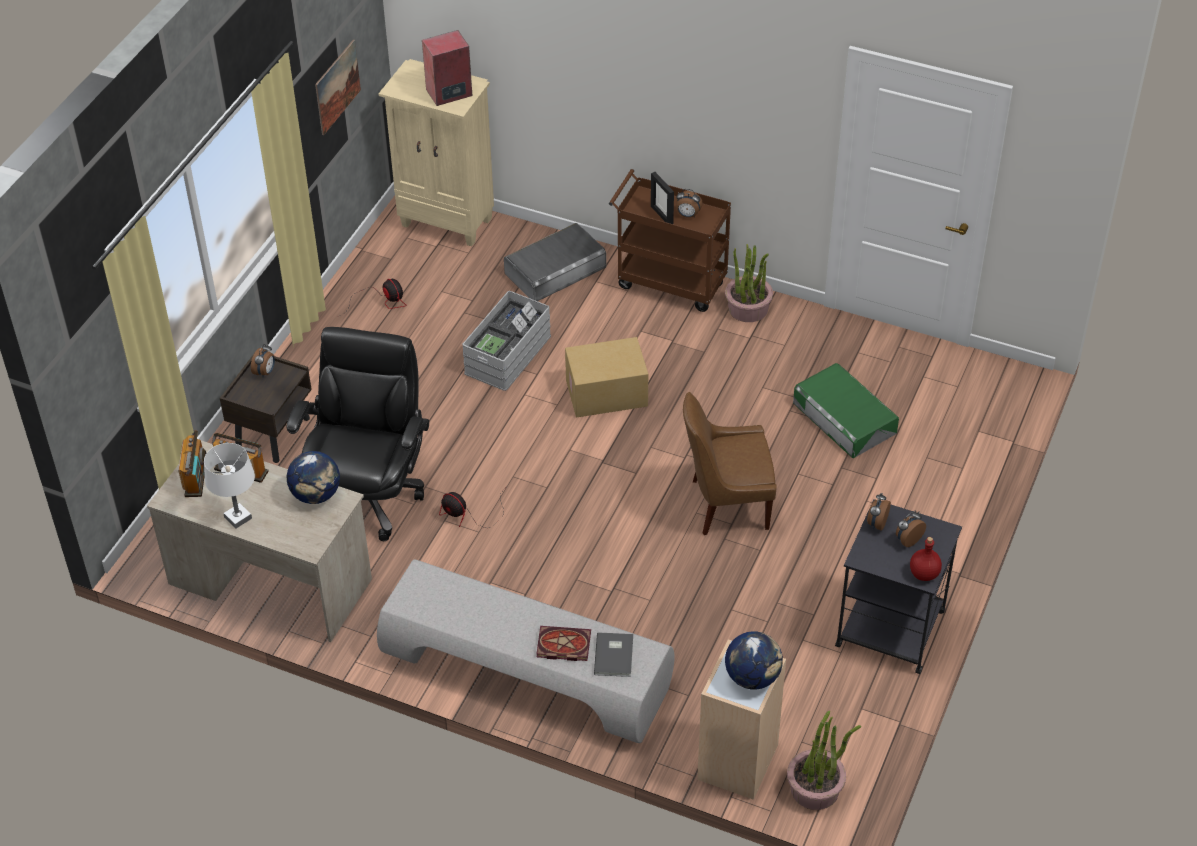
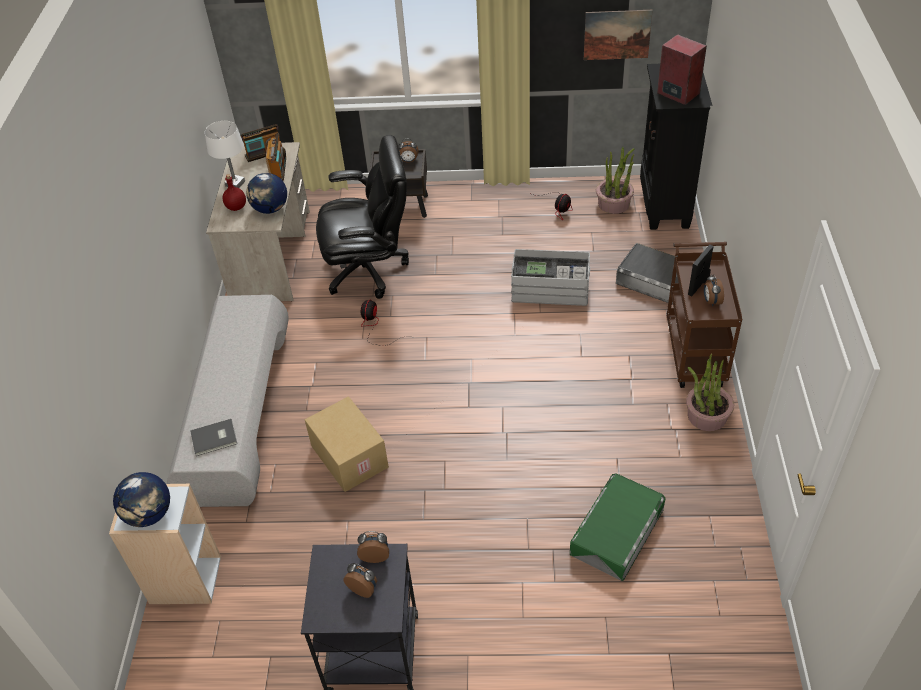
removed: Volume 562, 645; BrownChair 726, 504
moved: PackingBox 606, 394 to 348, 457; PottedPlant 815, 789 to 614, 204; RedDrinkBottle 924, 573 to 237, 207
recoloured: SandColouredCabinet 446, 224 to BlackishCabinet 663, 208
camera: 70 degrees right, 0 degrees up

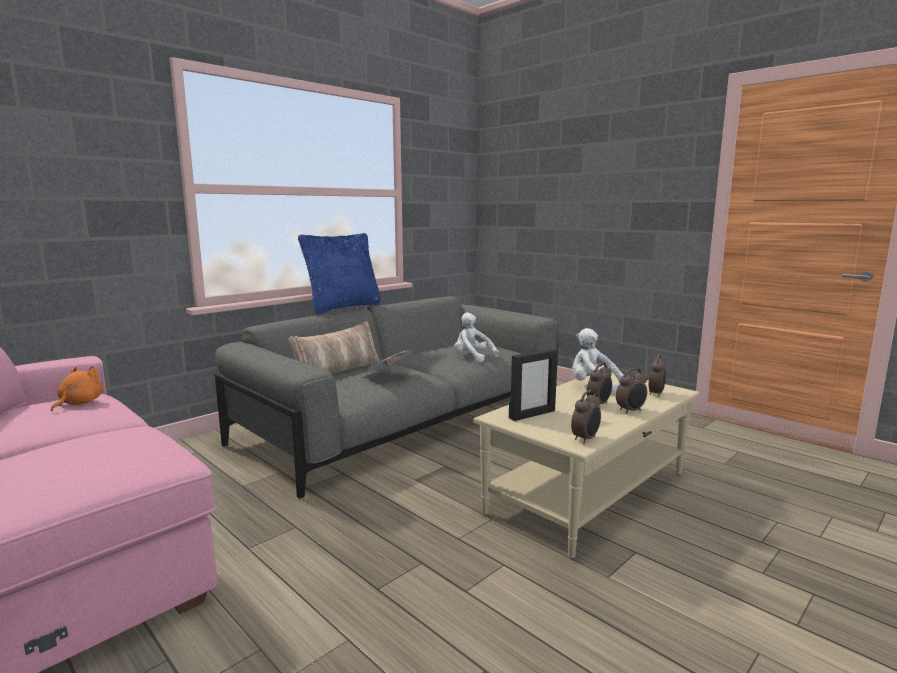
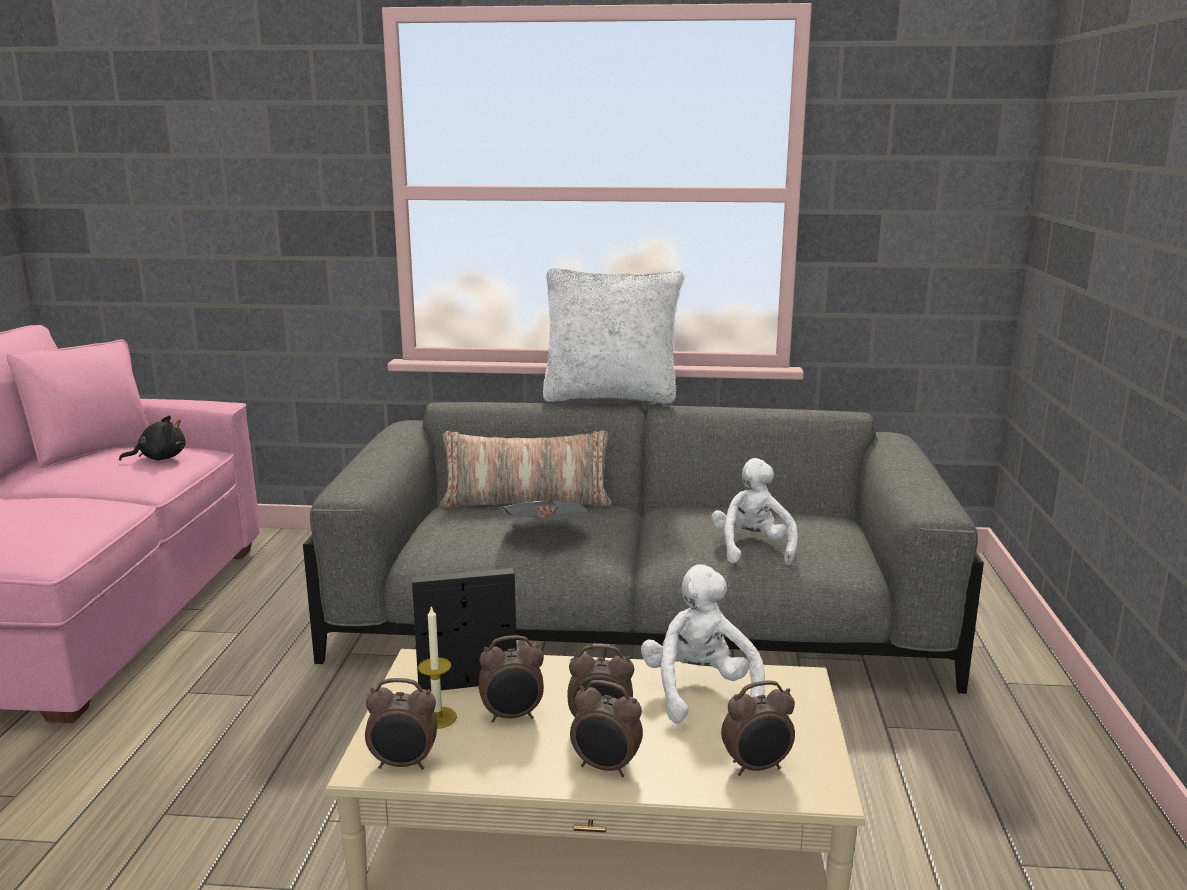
added: WaxCandle 437, 718; AlarmClock 512, 716
recoloured: OrangeColouredPlushToy 79, 403 to BlackishPlushToy 159, 458; BlueCushion 344, 308 to WhiteColouredCushion 611, 400
turned: PhotoFrame 532, 414 = 468, 685 150 degrees clockwise
camera: 50 degrees right, 5 degrees up

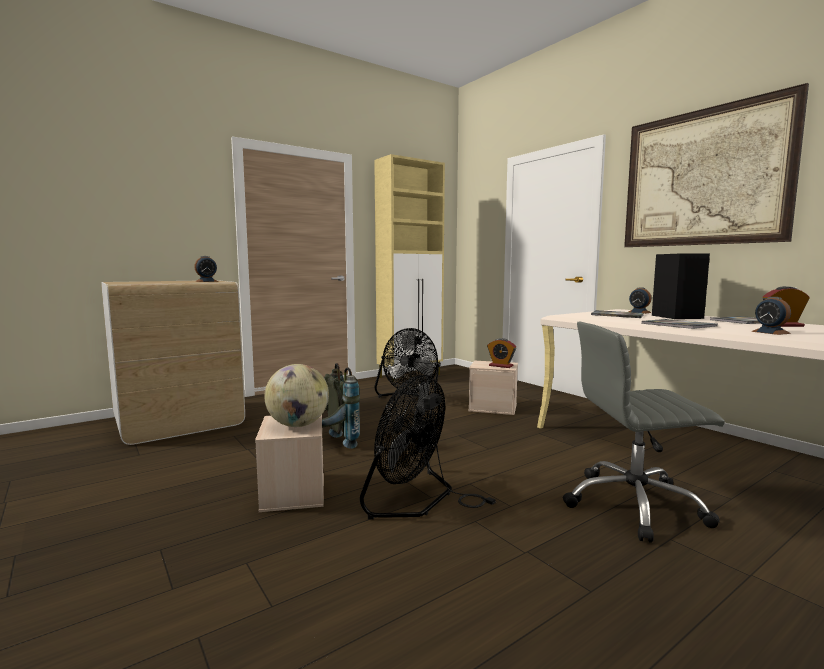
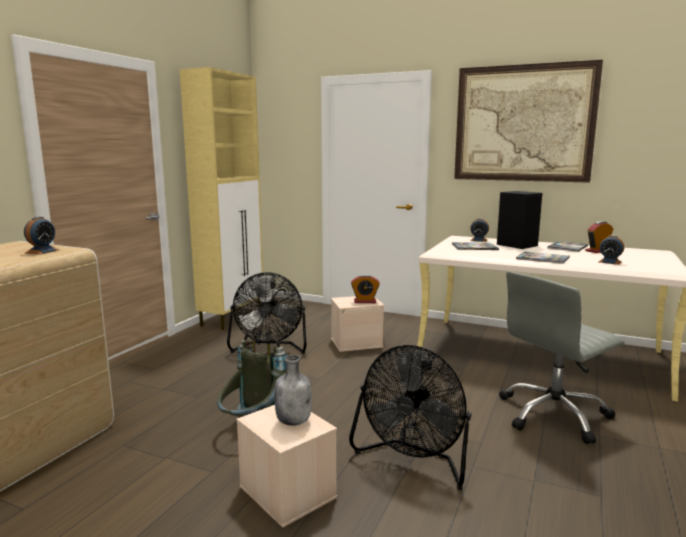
replaced: Globe 298, 425 to GreyDrinkBottle 294, 421
turned: BlackishElectricFan 424, 497 = 411, 457 60 degrees counterclockwise
camera: 30 degrees left, 5 degrees up

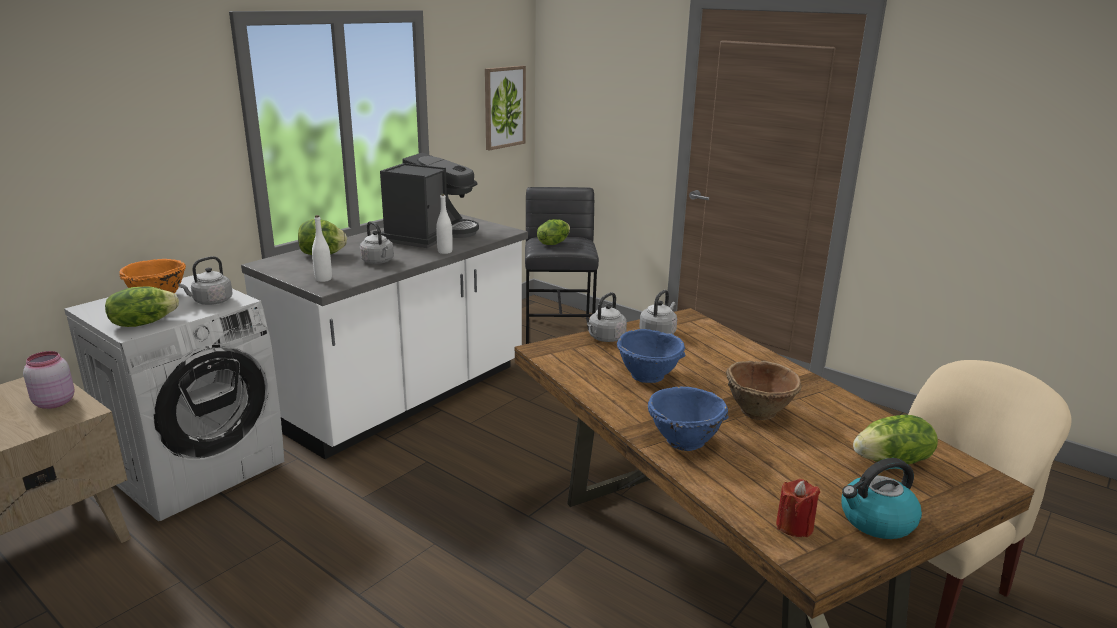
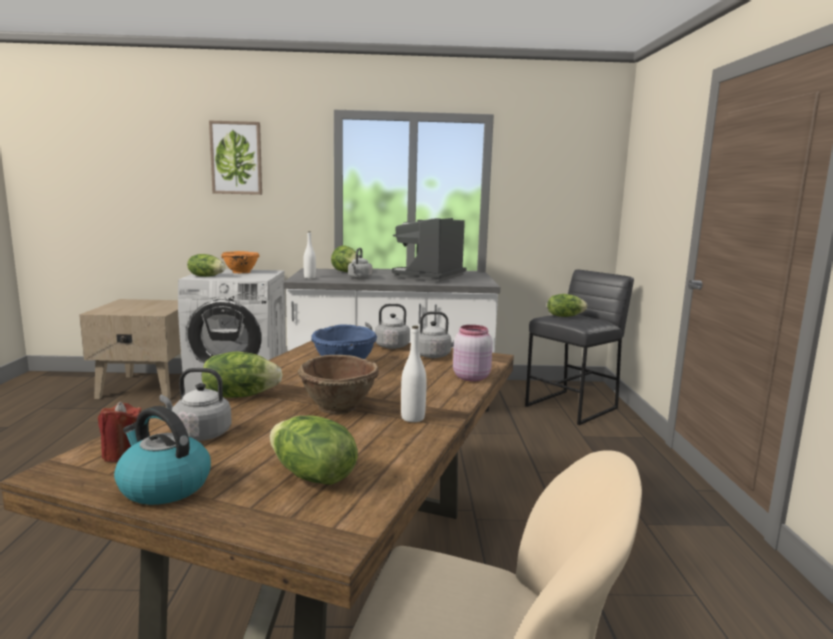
moved: PinkStorageJar 53, 402 to 470, 377; GreyKettle 211, 302 to 199, 434; WhiteColouredDrinkBottle 445, 251 to 412, 418; WallPicture 504, 107 to 236, 158
replaced: BlueDeepDish 683, 441 to Lettuce 240, 395
turned: CoffeeMaker 430, 235 = 430, 277 135 degrees clockwise
camera: 50 degrees right, 10 degrees down

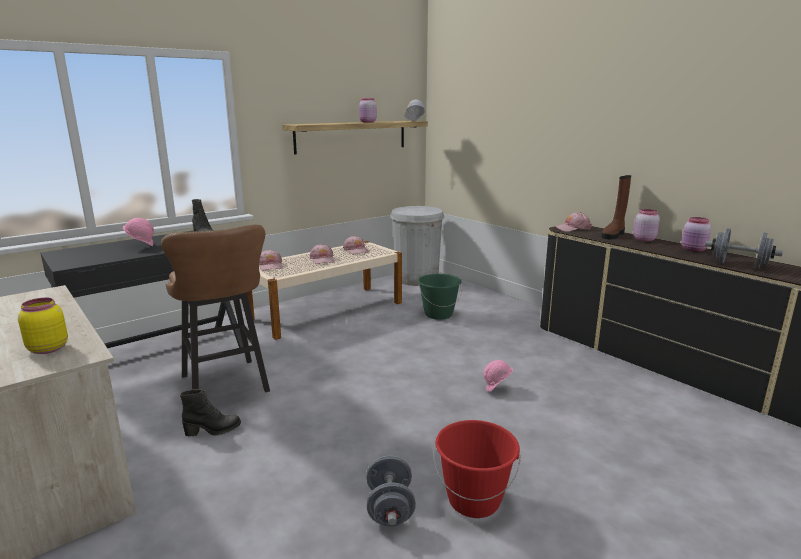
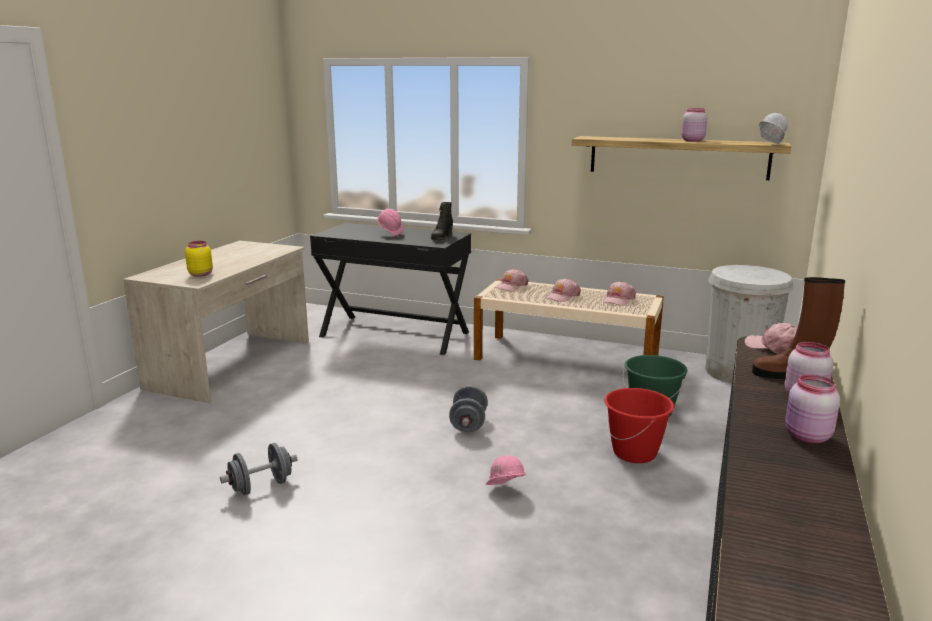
removed: BrownStoolSeat 227, 389; BlackishTallBoot 213, 430
moved: RedPail 474, 500 to 635, 453; GreyHandWeight 739, 265 to 468, 424
camera: 60 degrees right, 0 degrees up

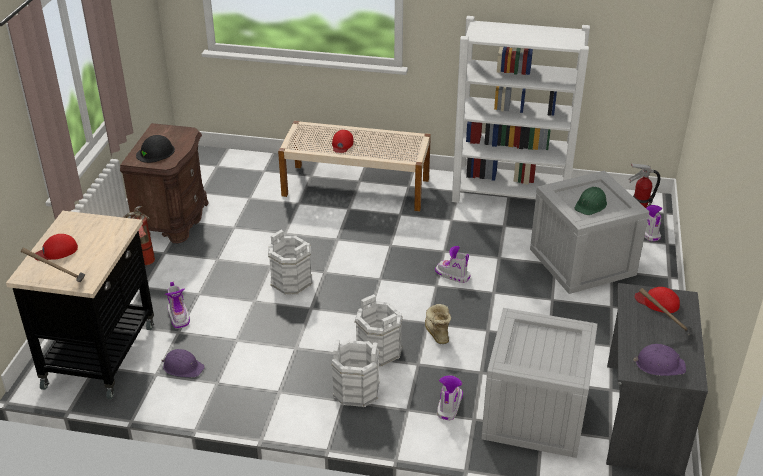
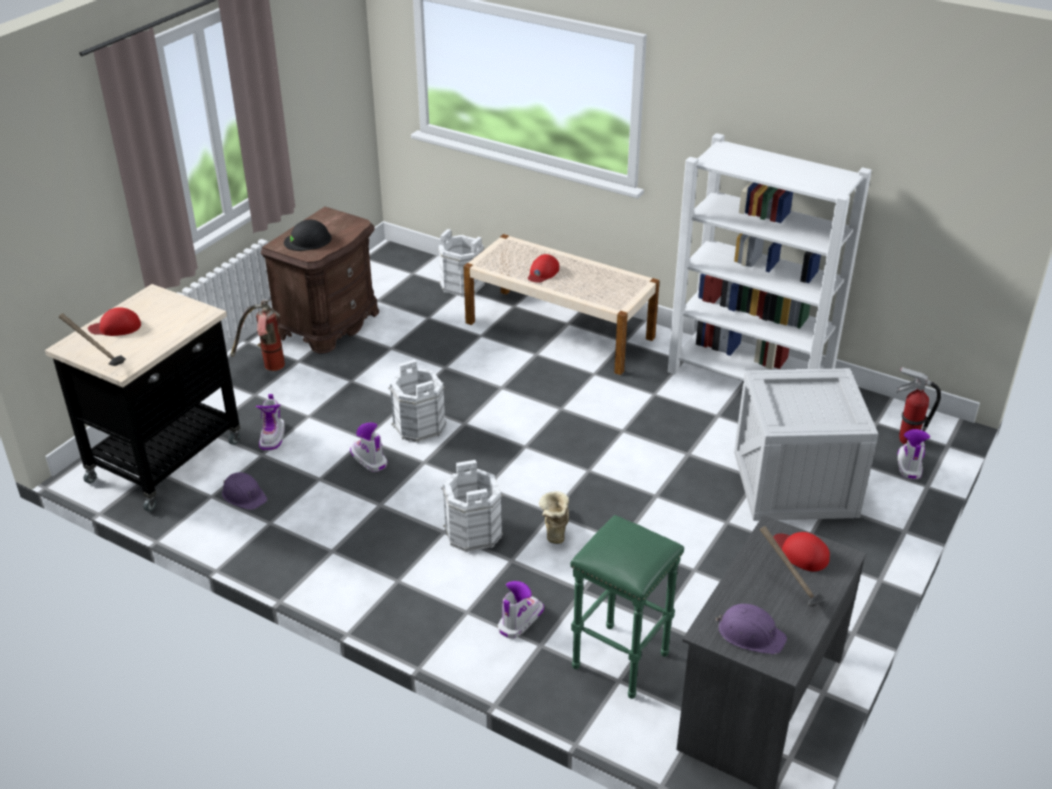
removed: GreenishSafetyHelmet 591, 205
moved: WhiteColouredPail 356, 390 to 462, 285; TallBoot 452, 275 to 368, 459
replaced: Crate 533, 413 to GreenishStoolSeat 619, 658
camera: 20 degrees right, 0 degrees up

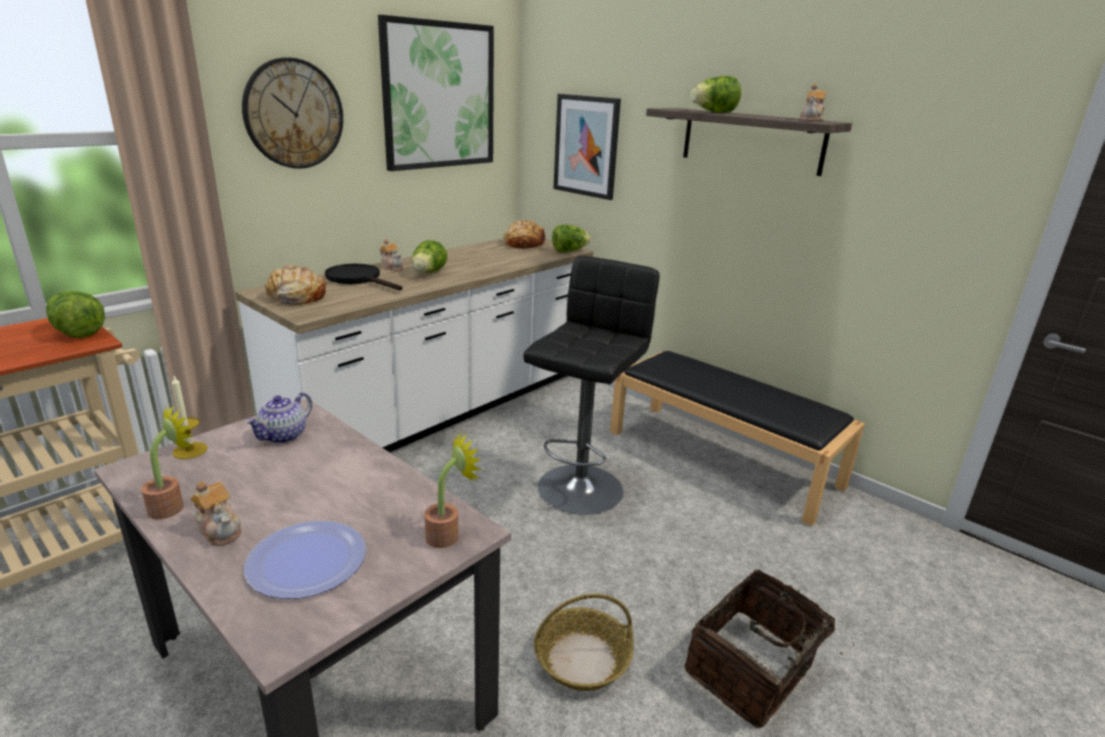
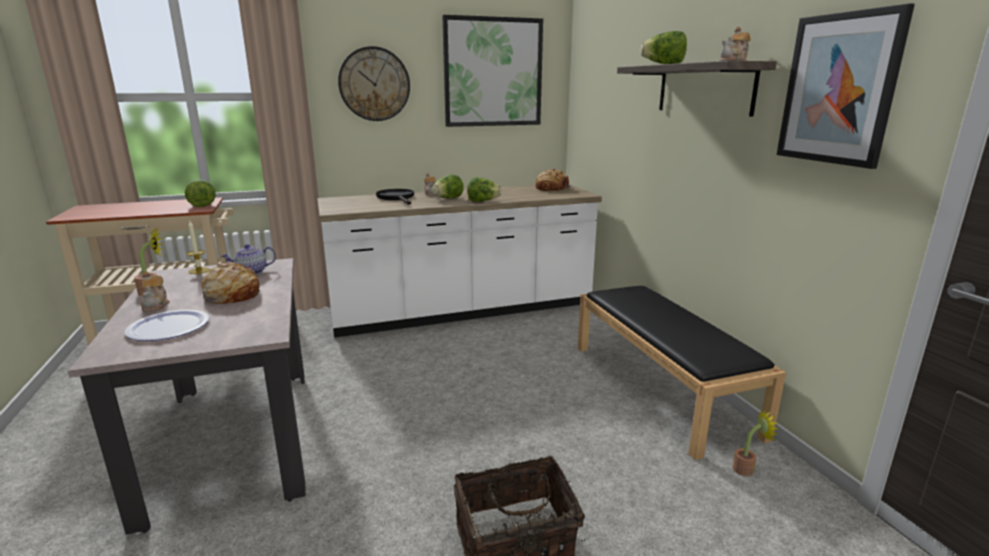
removed: BlackishStoolSeat 581, 489; Basket 582, 659
moved: Bread 296, 297 to 232, 294; PottedPlant 448, 534 to 746, 469; Lettuce 569, 251 to 483, 201; WallPicture 586, 146 to 838, 89
camera: 30 degrees right, 5 degrees down

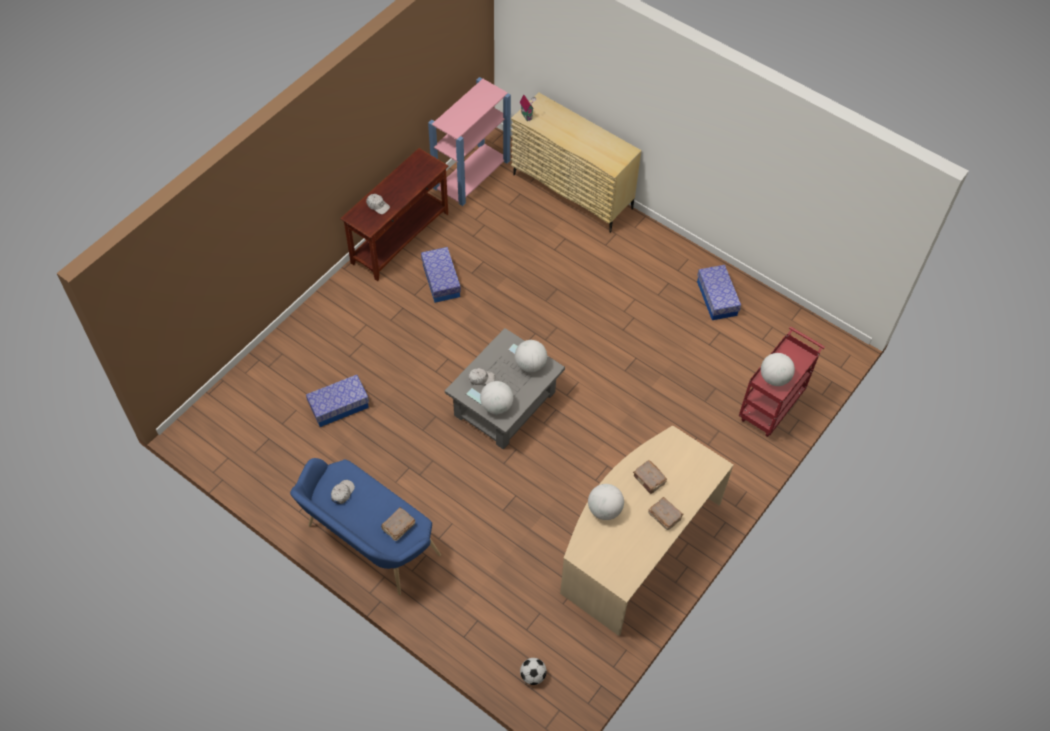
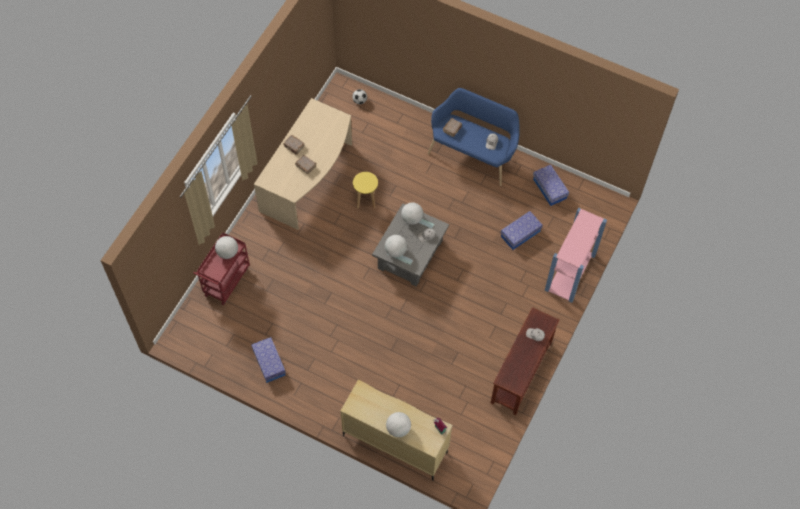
added: YellowStoolSeat 366, 200
moved: StorageBox 441, 280 to 549, 189; PinkShelvingUnit 472, 174 to 569, 273; Globe 604, 509 to 398, 429
camera: 170 degrees right, 5 degrees up

